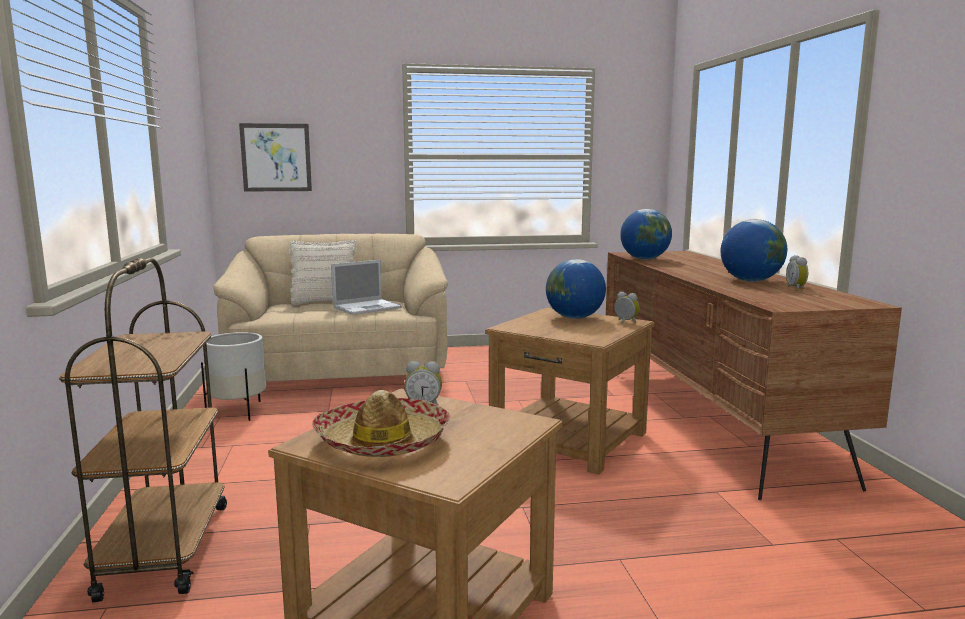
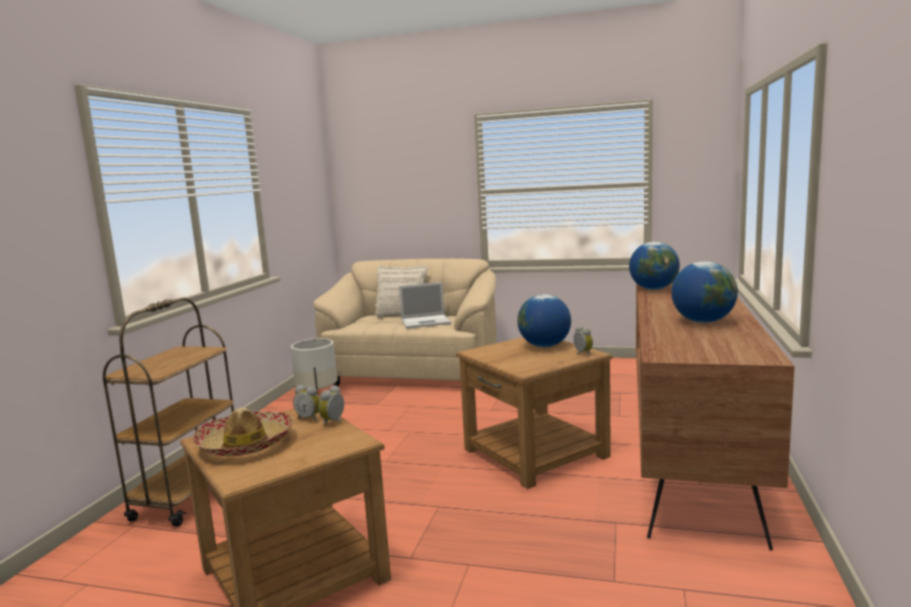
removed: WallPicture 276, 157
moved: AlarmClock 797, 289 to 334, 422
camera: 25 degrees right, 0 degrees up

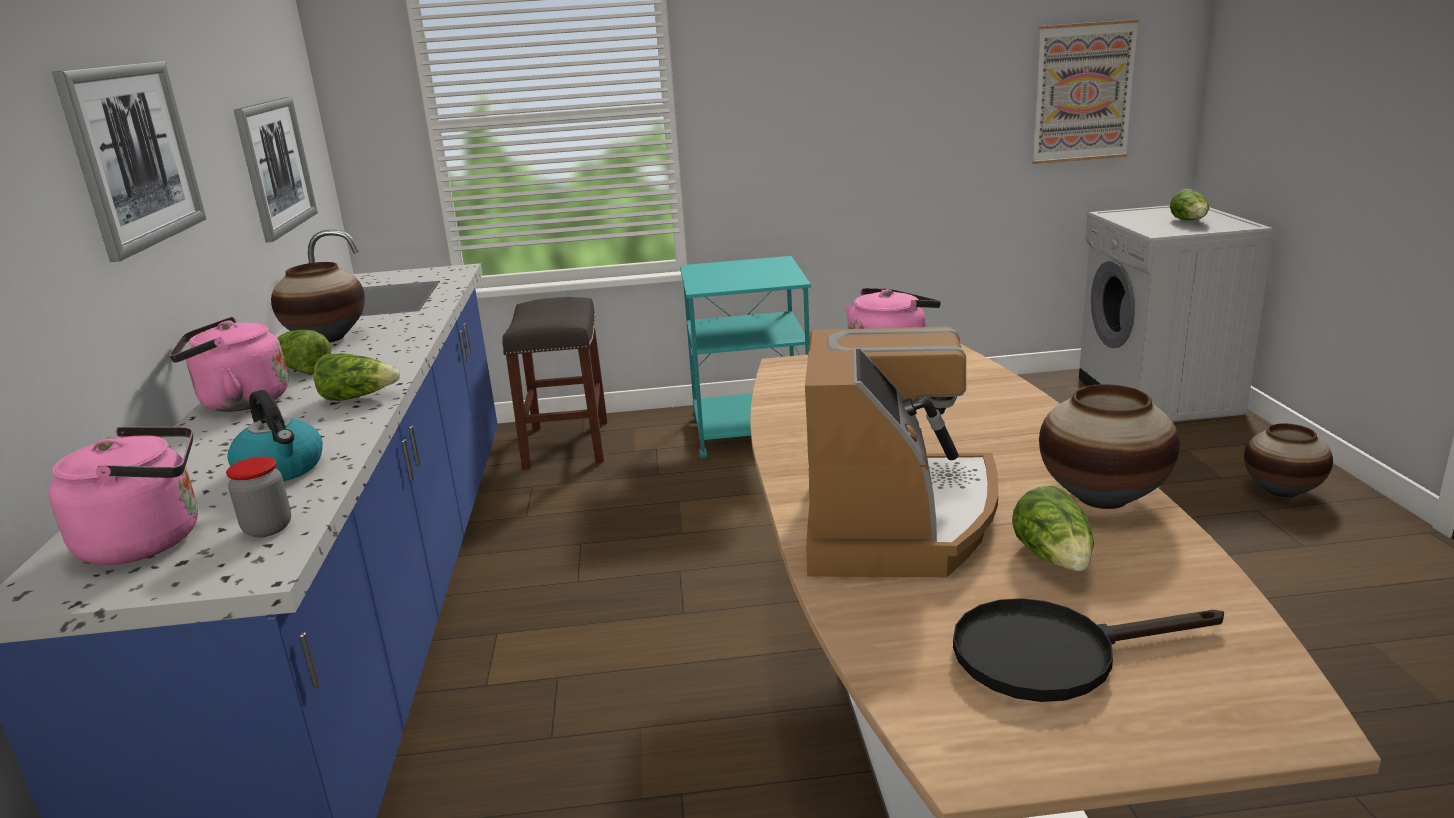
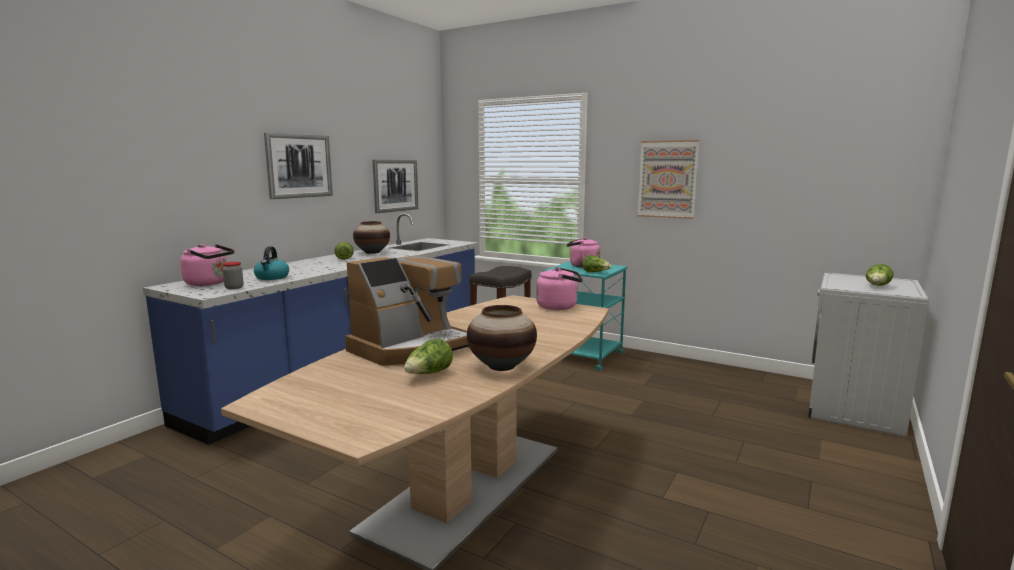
removed: BlackishFryingPan 1053, 654; FlowerVase 1282, 491
moved: PinkKettle 239, 403 to 582, 266; Lettuce 358, 397 to 595, 272; WallPicture 1083, 92 to 667, 179
camera: 35 degrees right, 10 degrees down

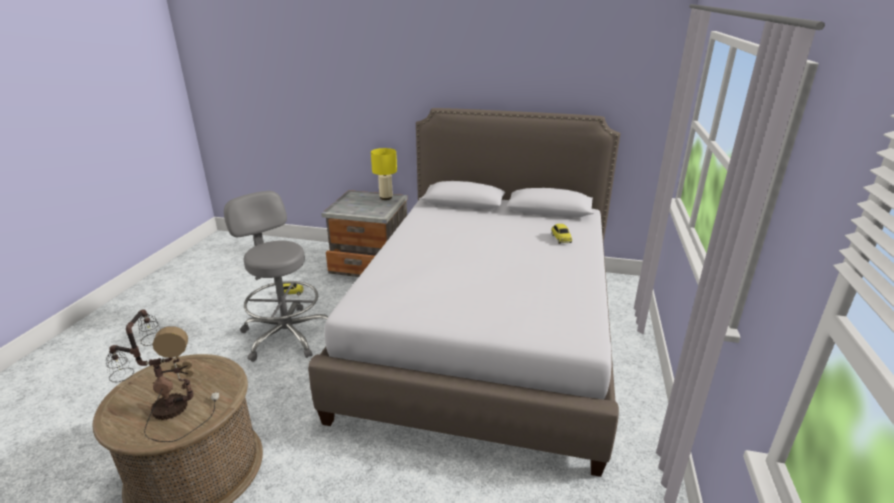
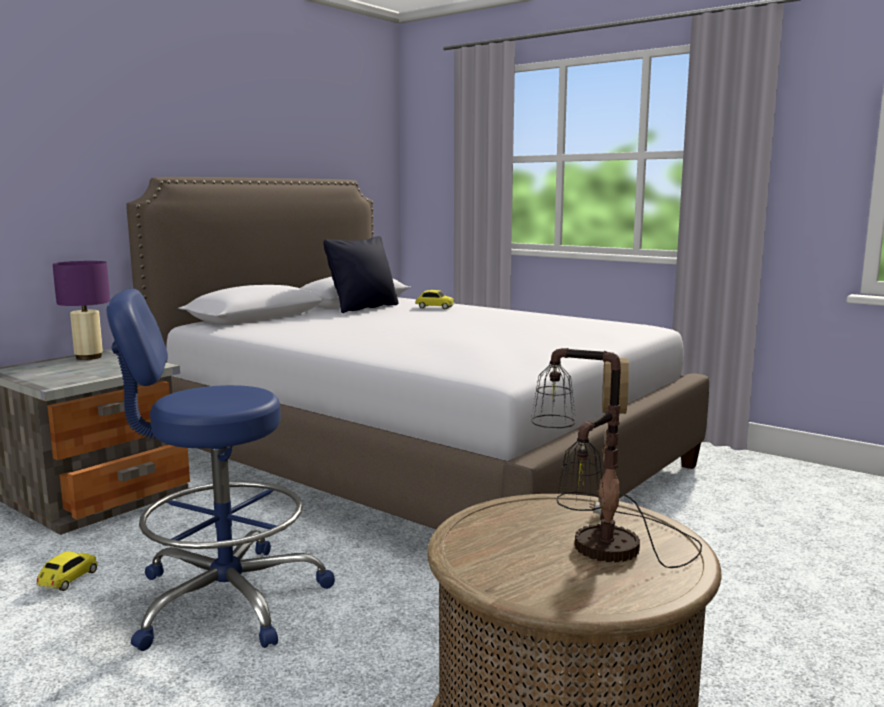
added: BlackishCushion 363, 308
recoloured: GreyStoolSeat 286, 334 to BlueStoolSeat 223, 599; YellowTableLamp 386, 198 to PurpleTableLamp 89, 357
camera: 65 degrees left, 15 degrees down

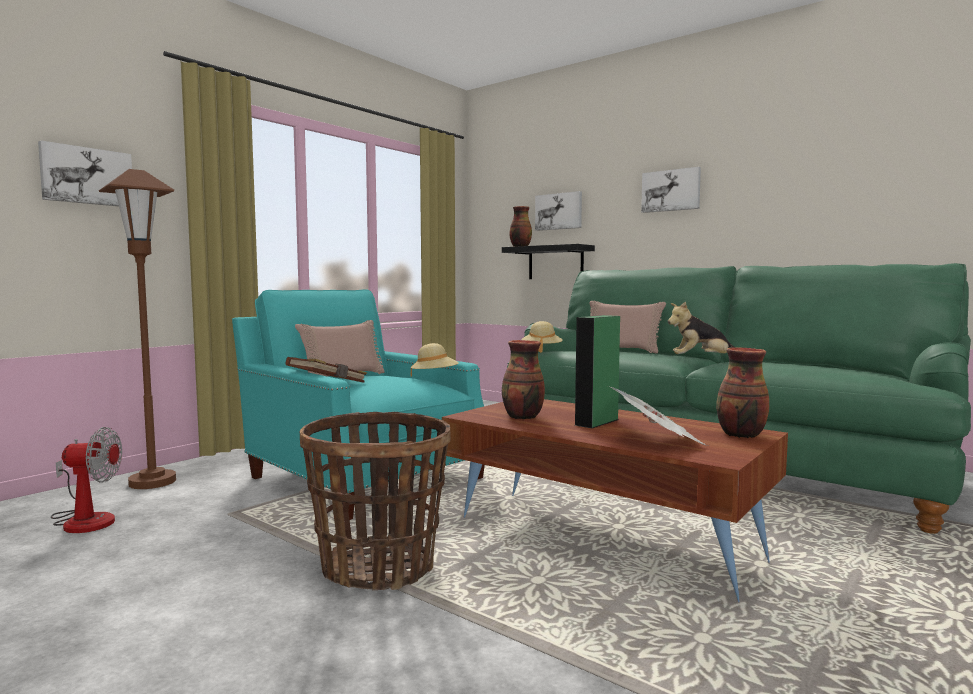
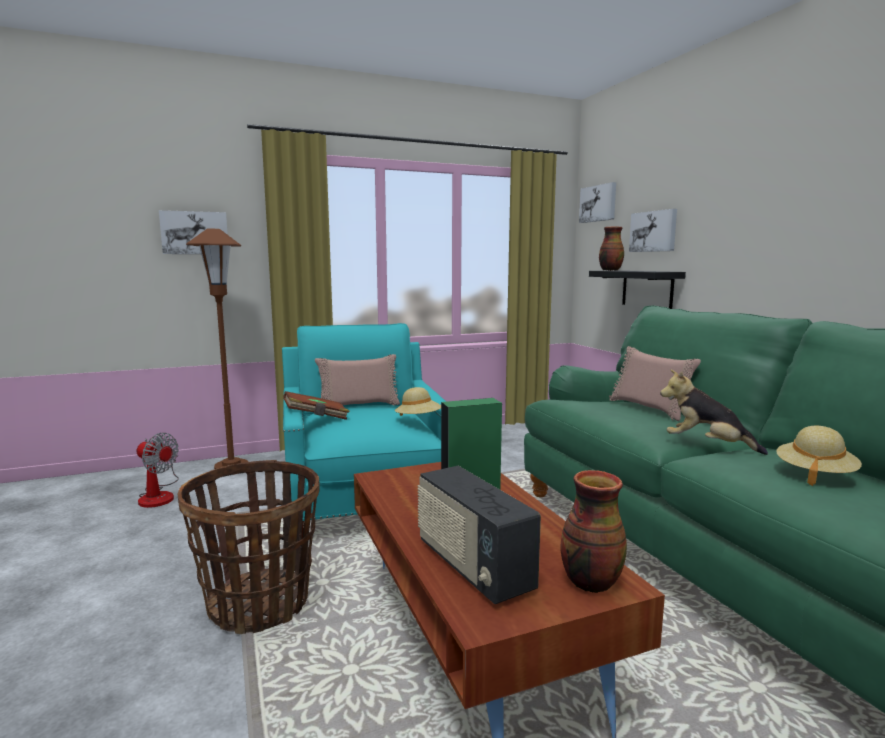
removed: FlowerVase 522, 417
moved: SandColouredWearableHat 541, 350 to 814, 474; WallPicture 671, 190 to 598, 203
replaced: Newspaper 657, 441 to Radio 472, 566
camera: 30 degrees right, 5 degrees up

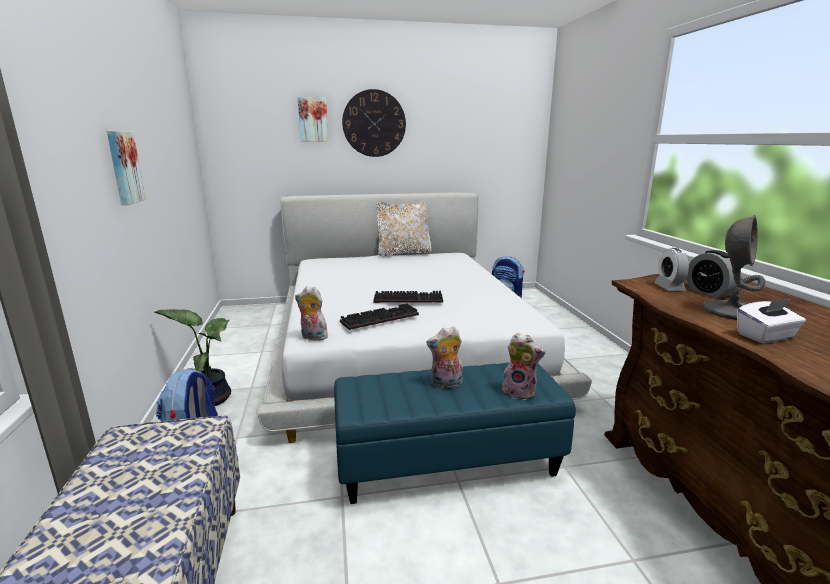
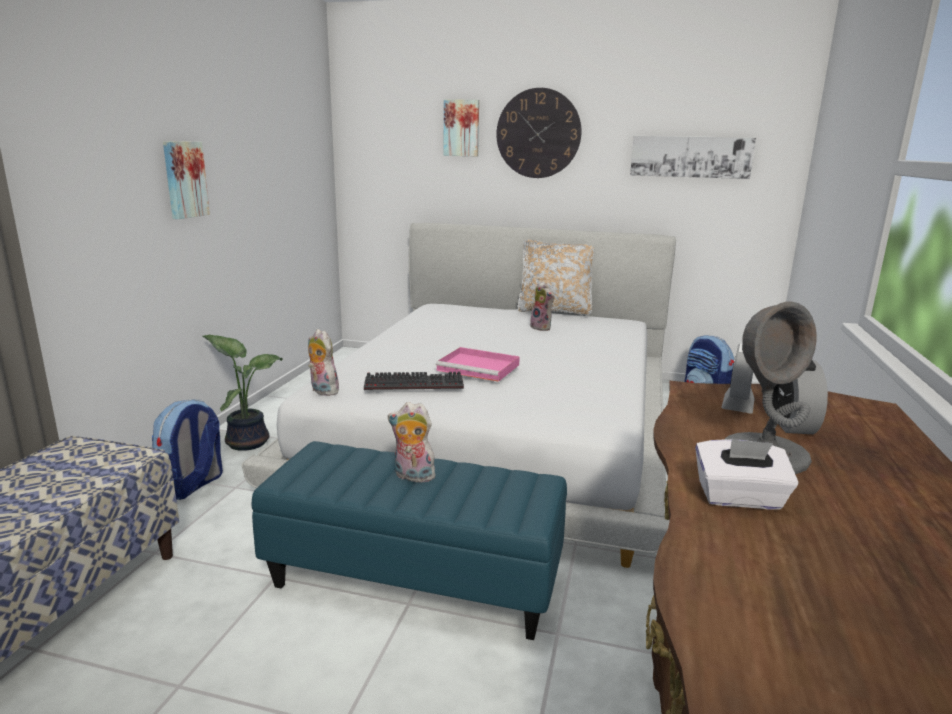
added: WallPicture 690, 157
moved: PlushToy 520, 392 to 542, 328
replaced: PcKeyboard 409, 298 to PinkTray 480, 367
camera: 25 degrees right, 0 degrees up

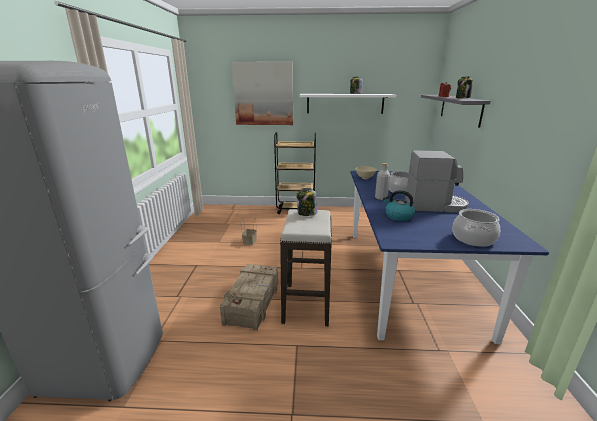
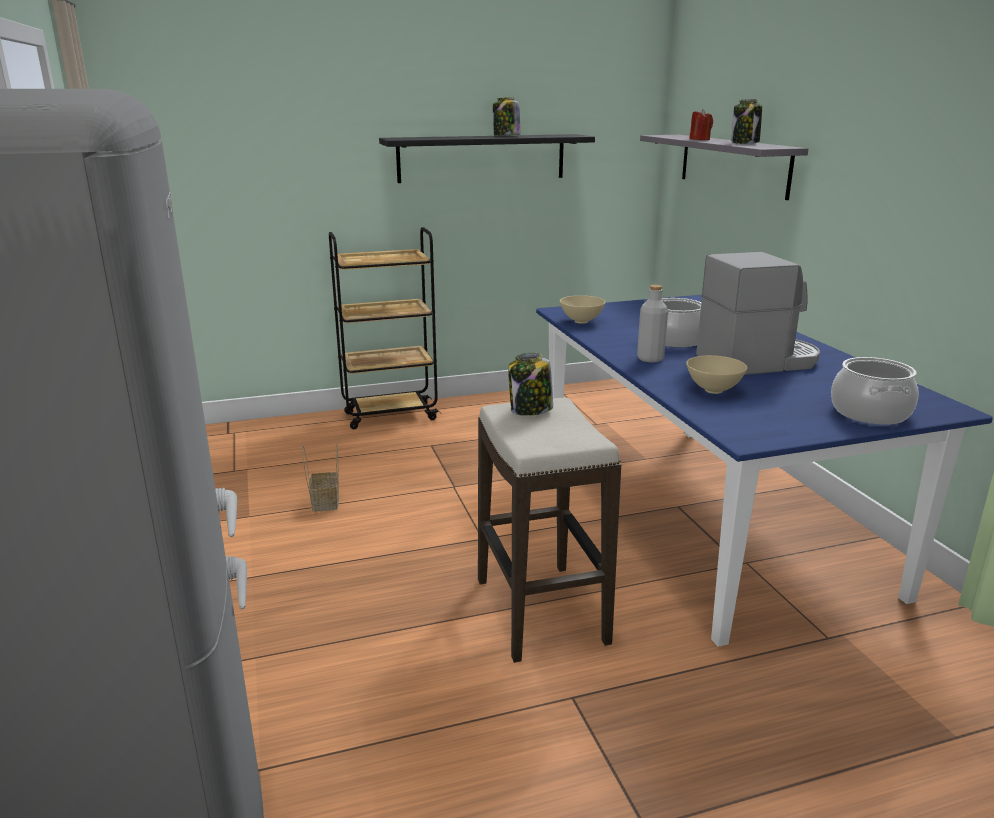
removed: Crate 253, 302; WallPicture 263, 94
replaced: Kettle 398, 216 to SandColouredDeepDish 714, 390
recoloured: WhiteColouredBracketShelf 345, 103 to BlackishBracketShelf 482, 158
camera: 20 degrees left, 0 degrees up

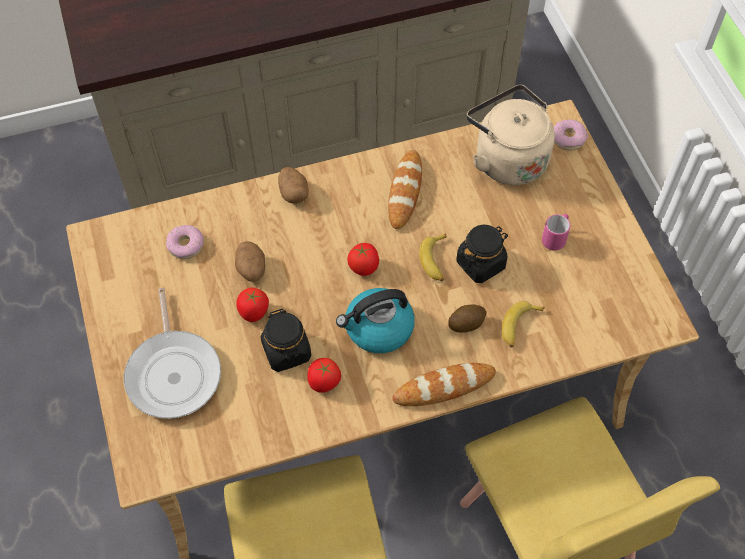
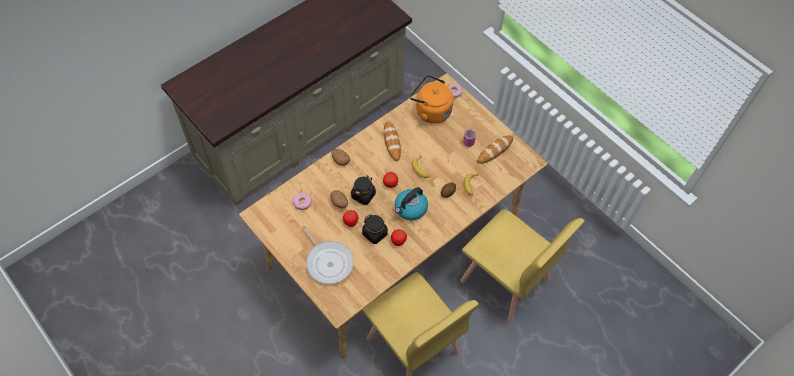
moved: Bread 444, 387 to 495, 150; BlackishStorageJar 481, 264 to 363, 195
recoloured: SandColouredKettle 507, 159 to OrangeColouredKettle 430, 111
camera: 25 degrees left, 0 degrees up

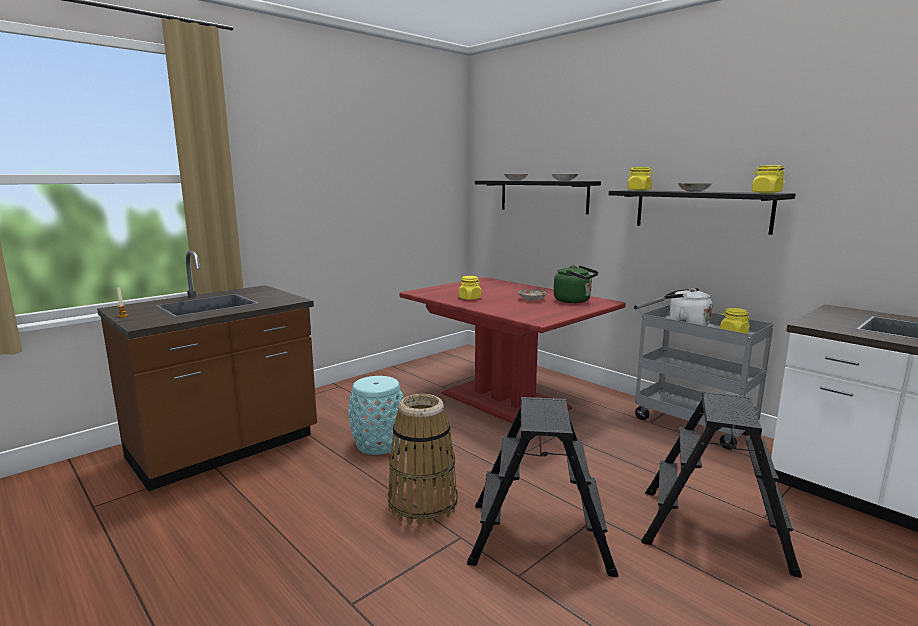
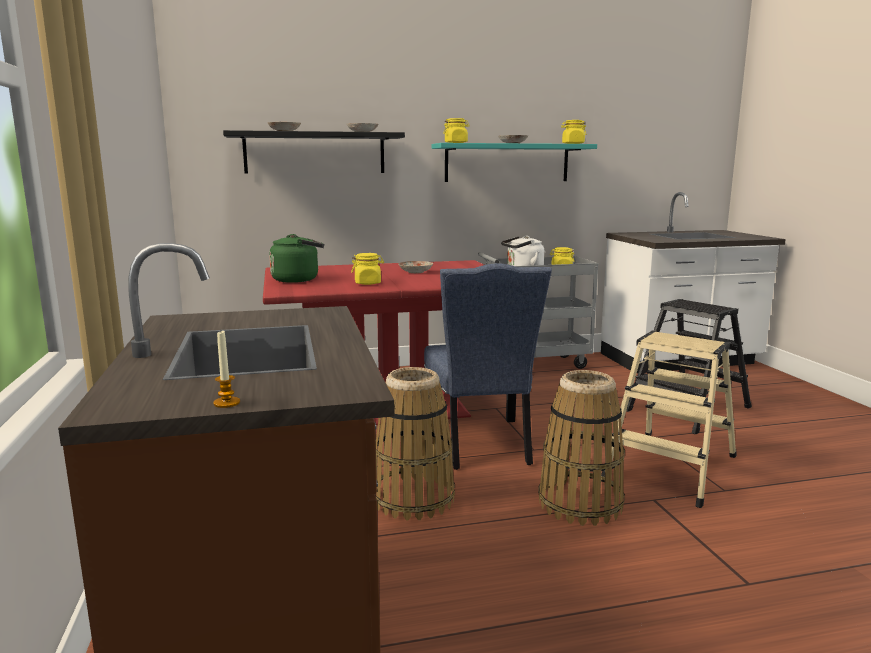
added: BlueChair 480, 442
moved: GreenishKettle 574, 301 to 298, 279
replaced: TurquoiseColouredStoolSeat 378, 445 to Basket 414, 498
recoloured: BlackishStepStool 540, 537 to SandColouredStepStool 671, 466; BlackishBracketShelf 701, 210 to TurquoiseColouredBracketShelf 507, 163
camera: 60 degrees left, 0 degrees up

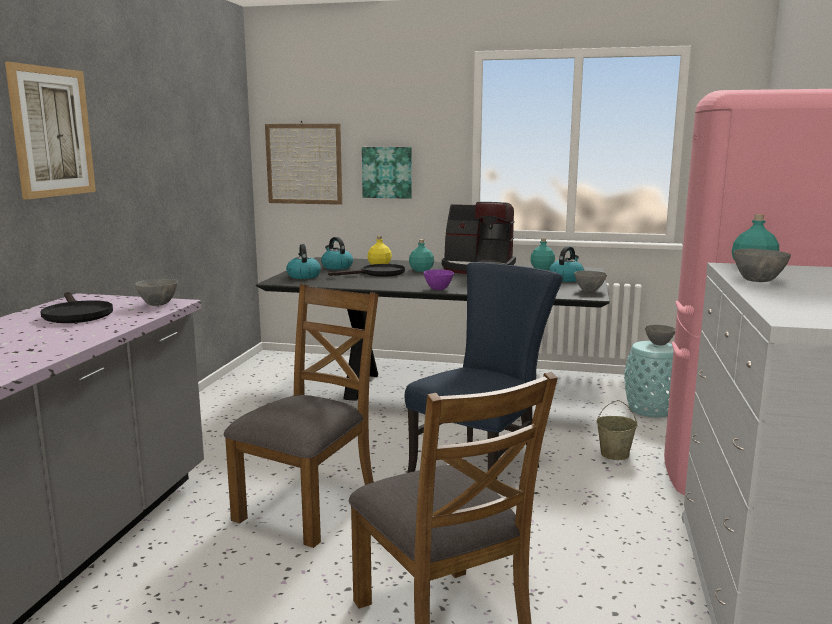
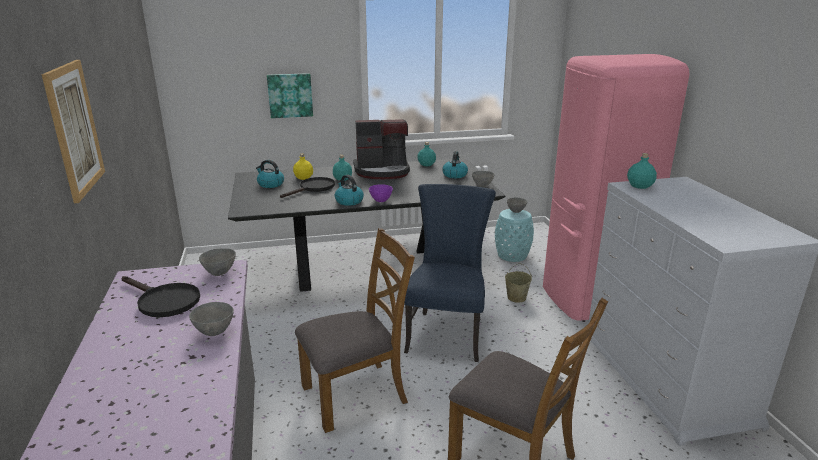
removed: WallPicture 304, 162
moved: Kettle 303, 276 to 348, 201; GreyDeepDish 759, 281 to 215, 332
turned: BrownChair 309, 505 = 355, 394 60 degrees clockwise
camera: 25 degrees left, 10 degrees up

